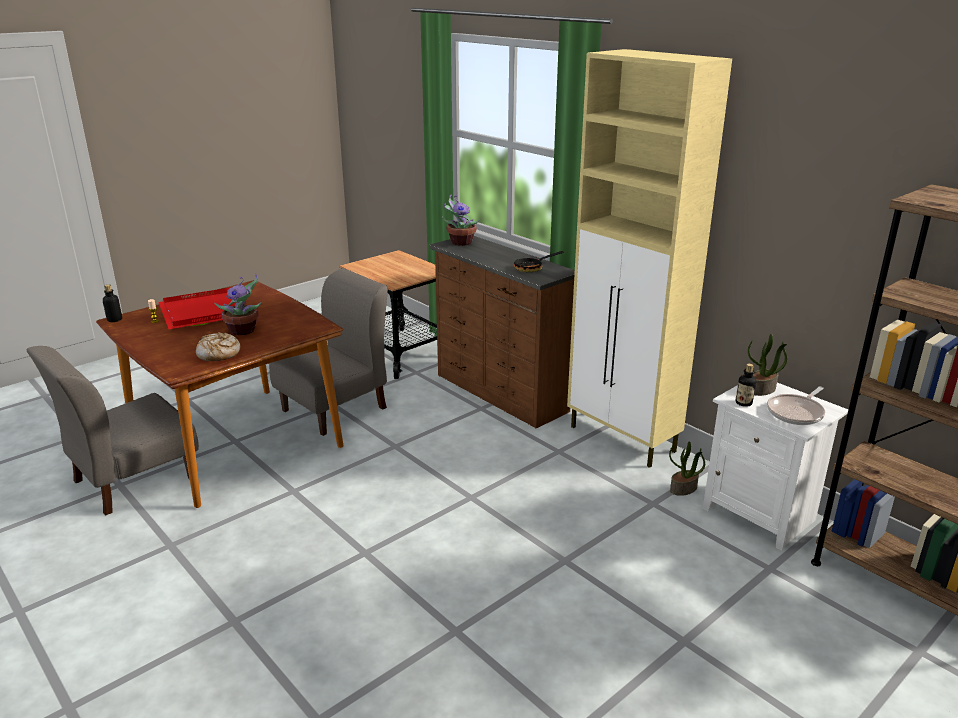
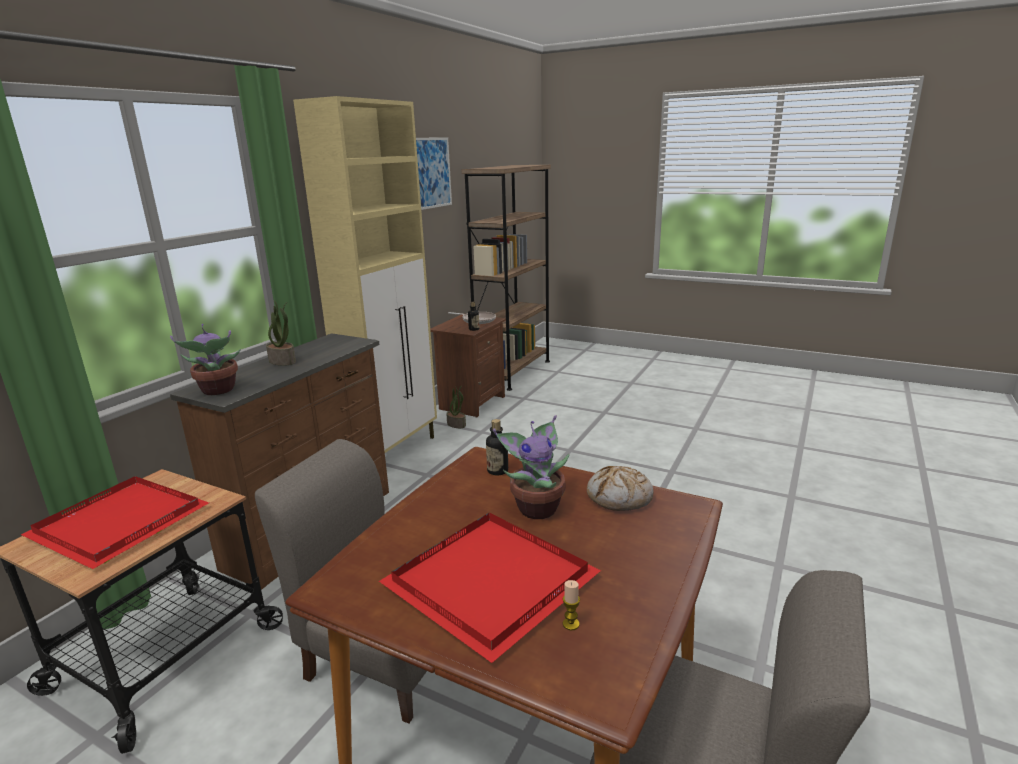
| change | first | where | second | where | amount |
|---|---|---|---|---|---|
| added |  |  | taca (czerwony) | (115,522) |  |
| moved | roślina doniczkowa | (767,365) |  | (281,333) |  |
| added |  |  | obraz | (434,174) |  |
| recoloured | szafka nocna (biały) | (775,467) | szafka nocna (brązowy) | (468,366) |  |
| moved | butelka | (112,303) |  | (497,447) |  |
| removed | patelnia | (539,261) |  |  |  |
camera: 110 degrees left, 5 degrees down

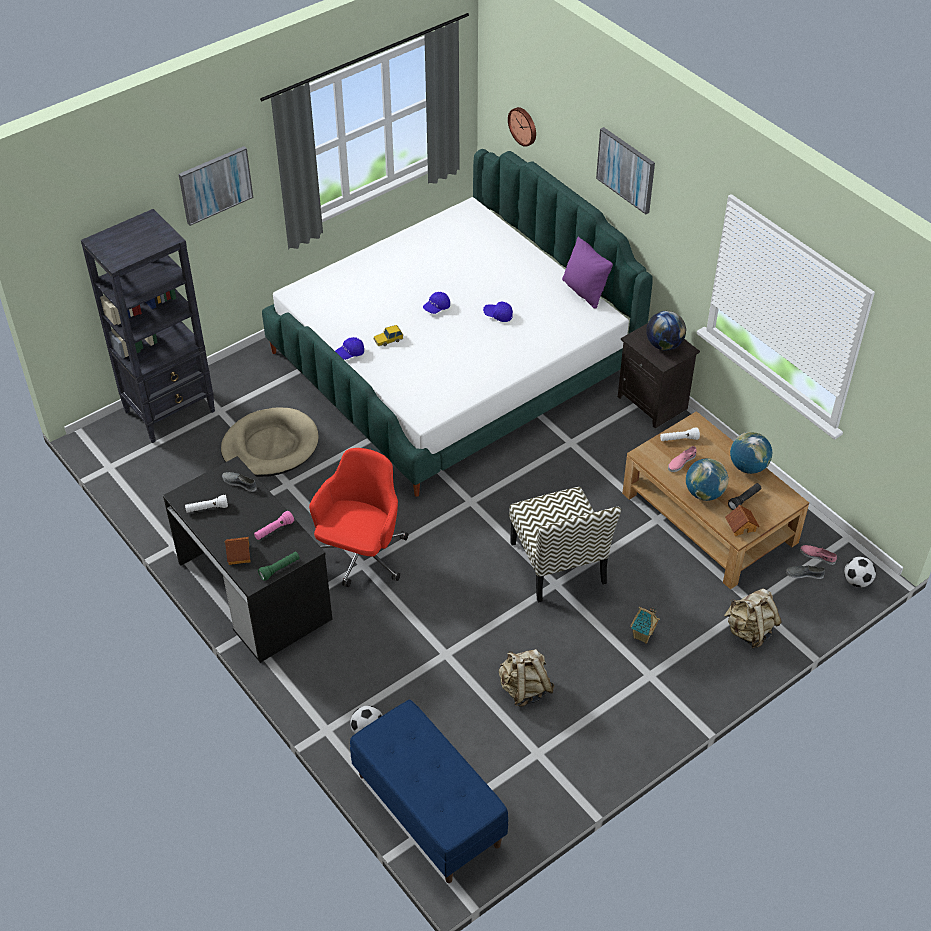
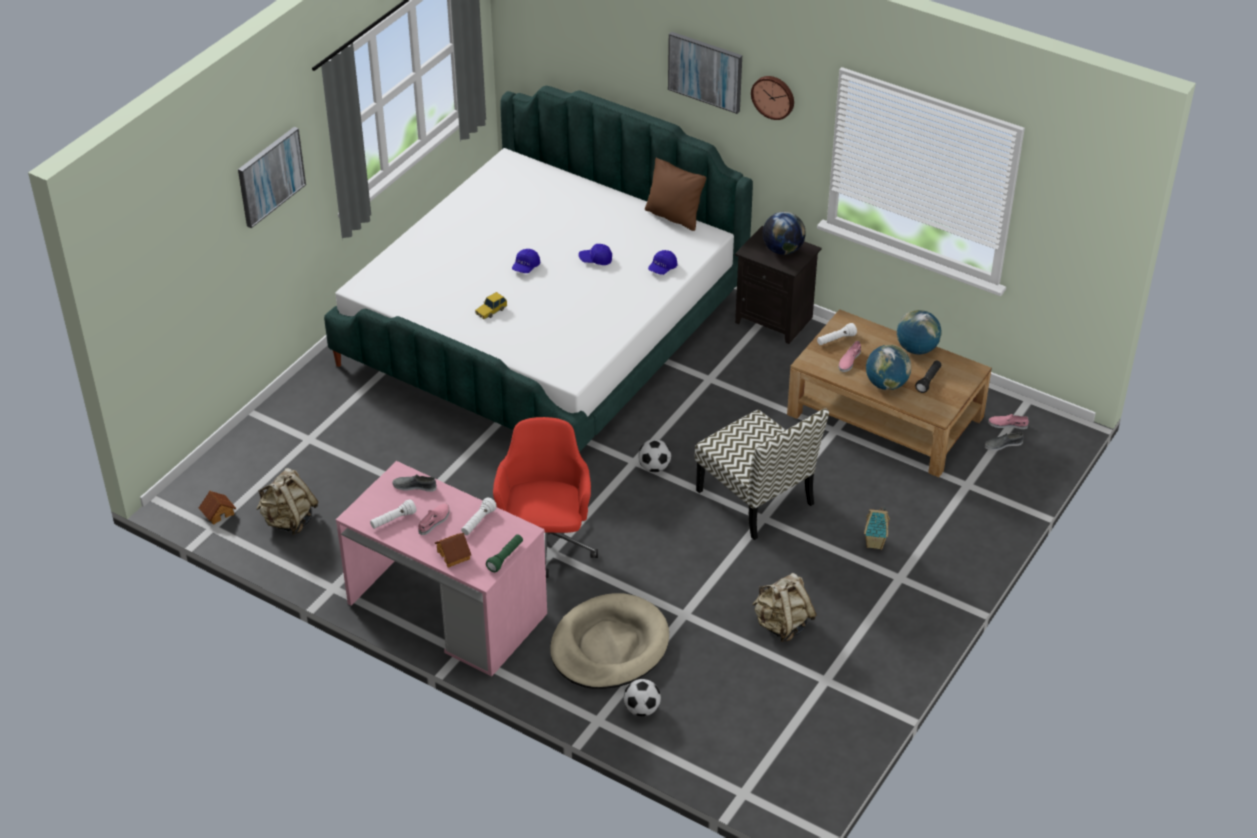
| change | first | where | second | where | amount |
|---|---|---|---|---|---|
| moved | domek | (742,520) |  | (217,507) |  |
| moved | plecak (beżowy) | (753,618) |  | (287,501) |  |
| recoloured | biurko (czarny) | (247,559) | biurko (różowy) | (441,568) |  |
| added |  |  | but (różowy) | (434,519) |  |
| recoloured | latarka (różowy) | (274,525) | latarka (biały) | (479,516) |  |
| moved | legowisko (beżowy) | (270,442) |  | (609,641) |  |
| moved | piłka futbolowa | (860,572) |  | (654,455) |  |
| recoloured | poduszka (fioletowy) | (587,272) | poduszka (brązowy) | (675,194) |  |
| moved | czapka z daszkiem (niebieski) | (349,348) |  | (662,262) |  |
| moved | zegar ścienny | (522,127) |  | (772,98) |  |
| removed | regał (czarny) | (148,326) |  |  |  |
| removed | ławka (niebieski) | (429,791) |  |  |  |
camera: 20 degrees left, 5 degrees down

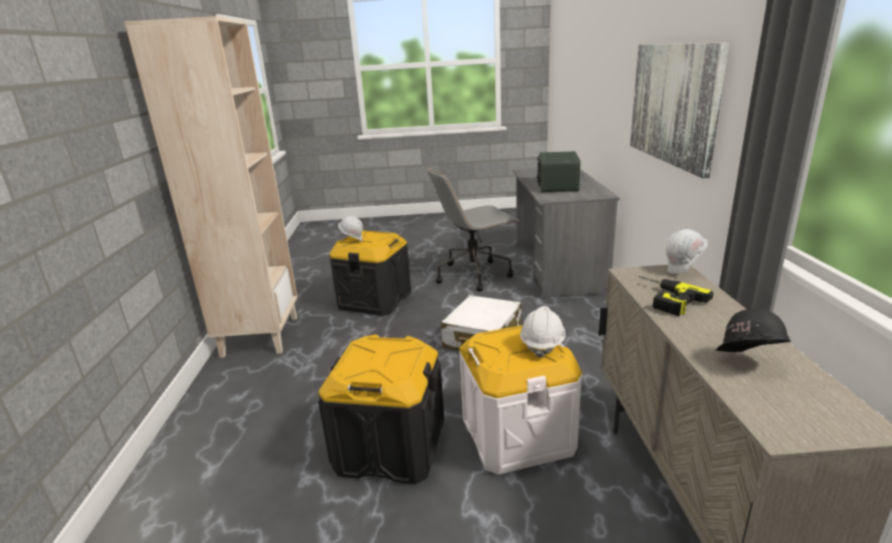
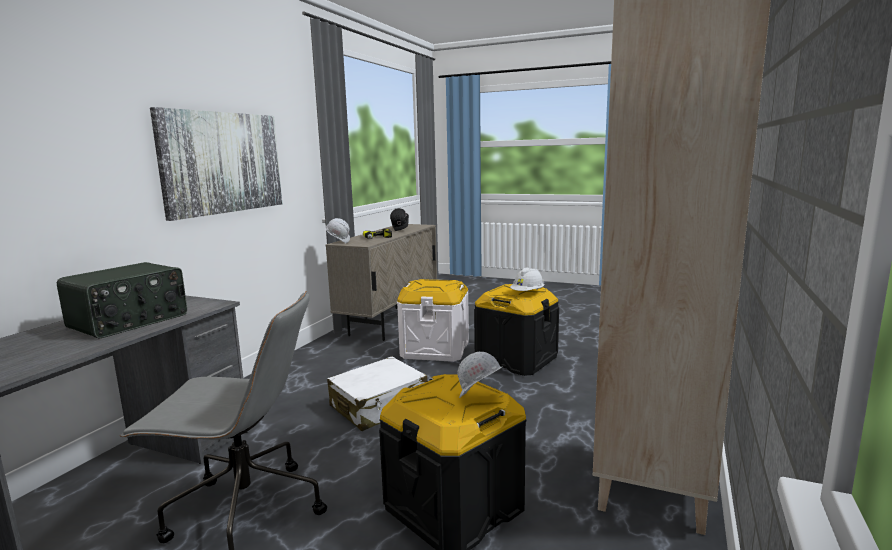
| change | first | where | second | where | amount |
|---|---|---|---|---|---|
| moved | kask (biały) | (542,332) |  | (527,279) |  |
camera: 155 degrees left, 10 degrees down

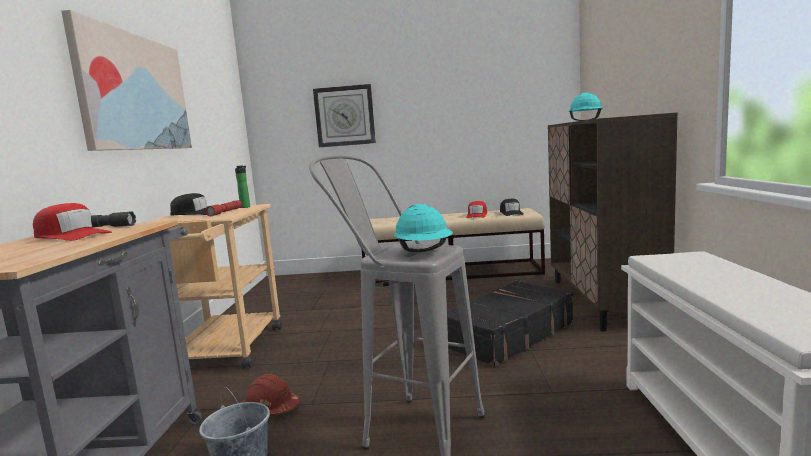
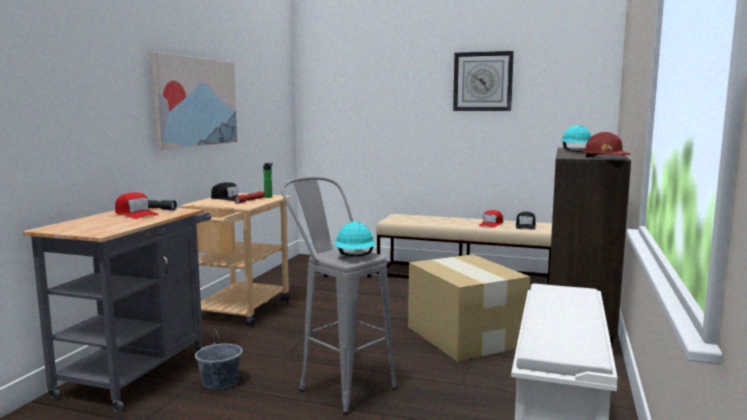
| change | first | where | second | where | amount |
|---|---|---|---|---|---|
| replaced | walizka (czarny) | (510,323) | karton | (469,308) |  |
| moved | zegar ścienny | (344,115) |  | (483,81) |  |
| moved | kask (czerwony) | (272,394) |  | (606,144) |  |
camera: 15 degrees right, 0 degrees up

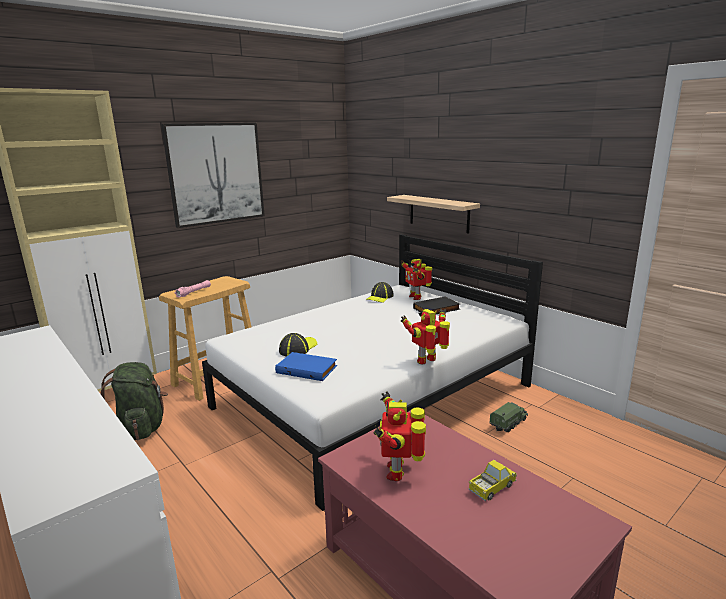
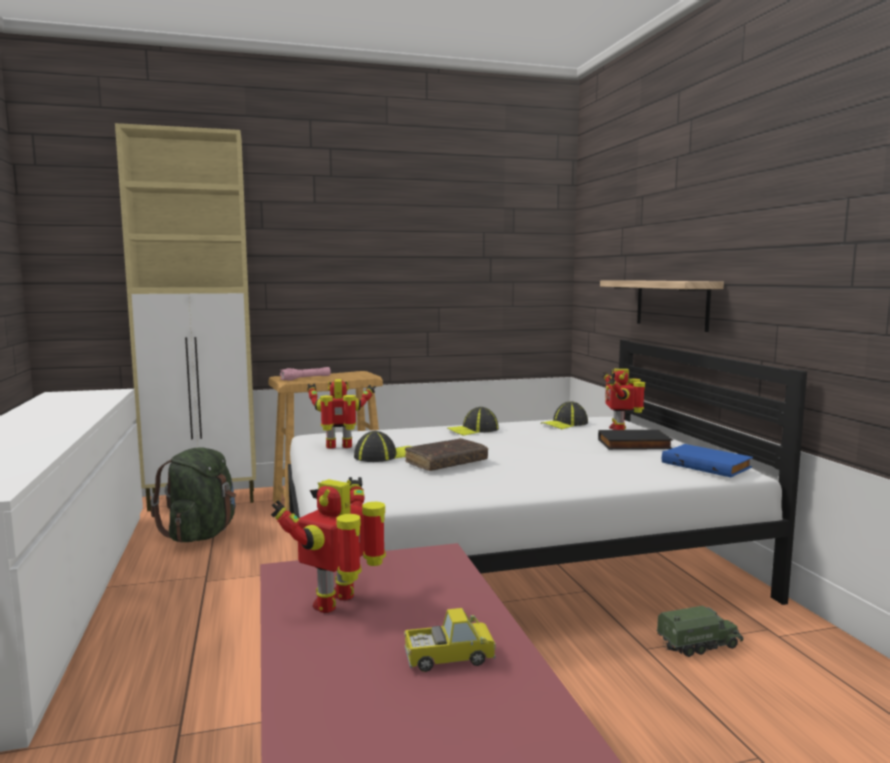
| change | first | where | second | where | amount |
|---|---|---|---|---|---|
| moved | robot zabawkowy | (425,336) |  | (341,414) |  |
| added |  |  | książka (brązowy) | (446,454) |  |
| added |  |  | czapka z daszkiem | (473,421) |  |
| moved | książka (niebieski) | (306,366) |  | (707,461) |  |
| removed | obraz | (213,175) |  |  |  |
camera: 25 degrees right, 10 degrees down

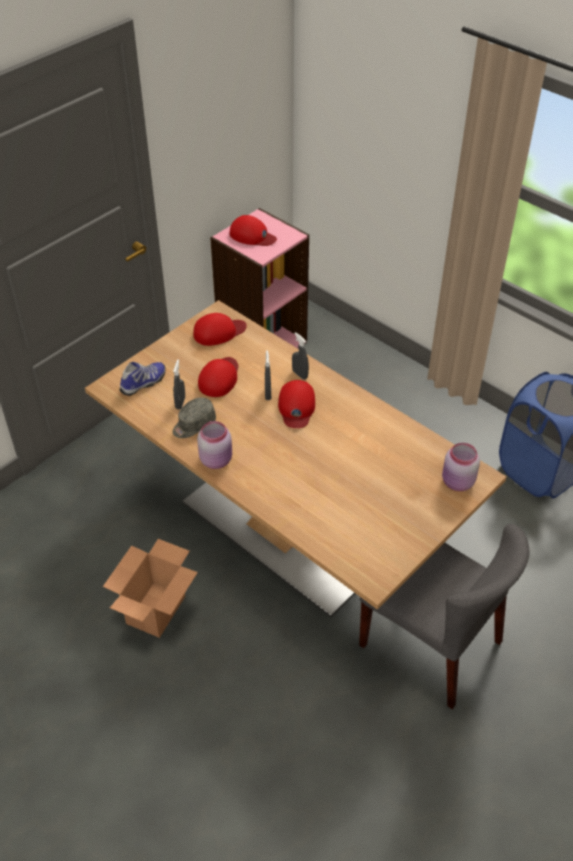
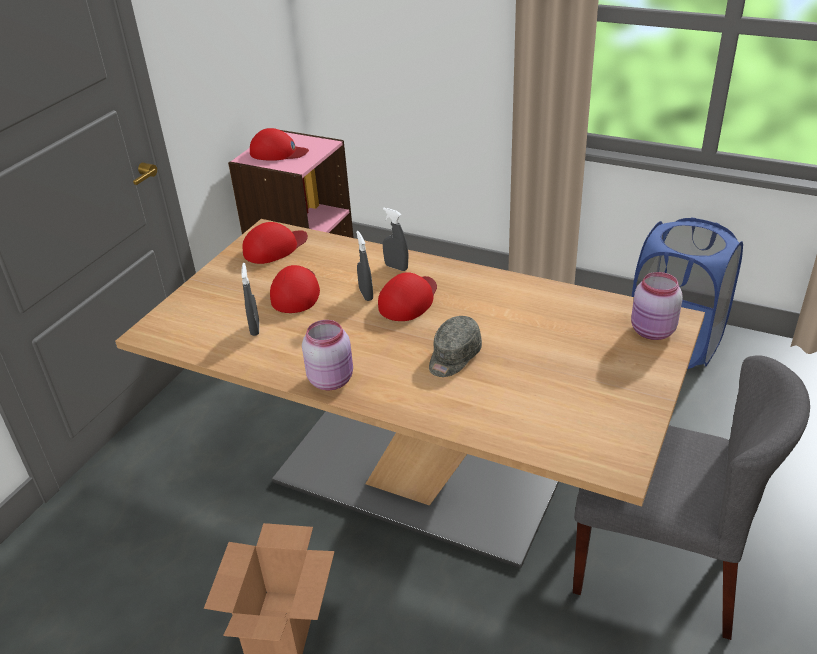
| change | first | where | second | where | amount |
|---|---|---|---|---|---|
| turned | czapka z daszkiem (czerwony) | (296,404) |  | (407,296) | 135 degrees counterclockwise |
| moved | czapka z daszkiem (szary) | (194,417) |  | (455,346) |  |
| removed | but | (143,379) |  |  |  |
camera: 15 degrees left, 10 degrees down

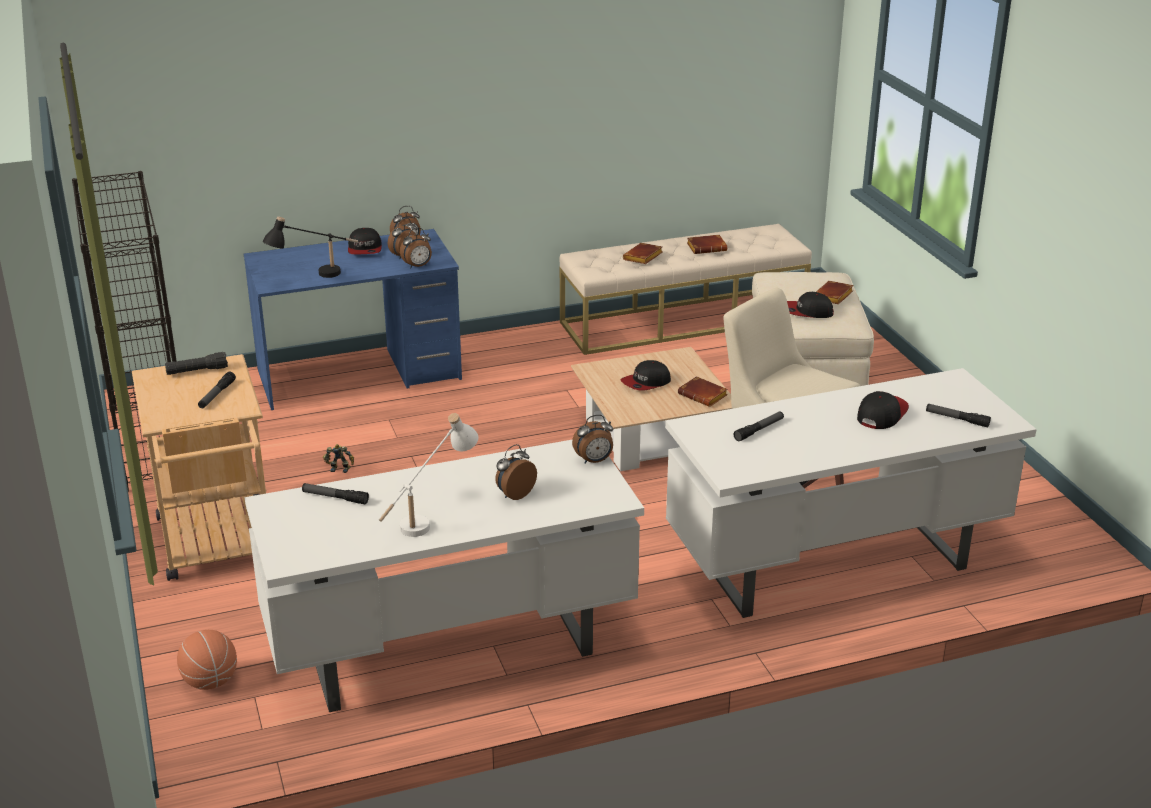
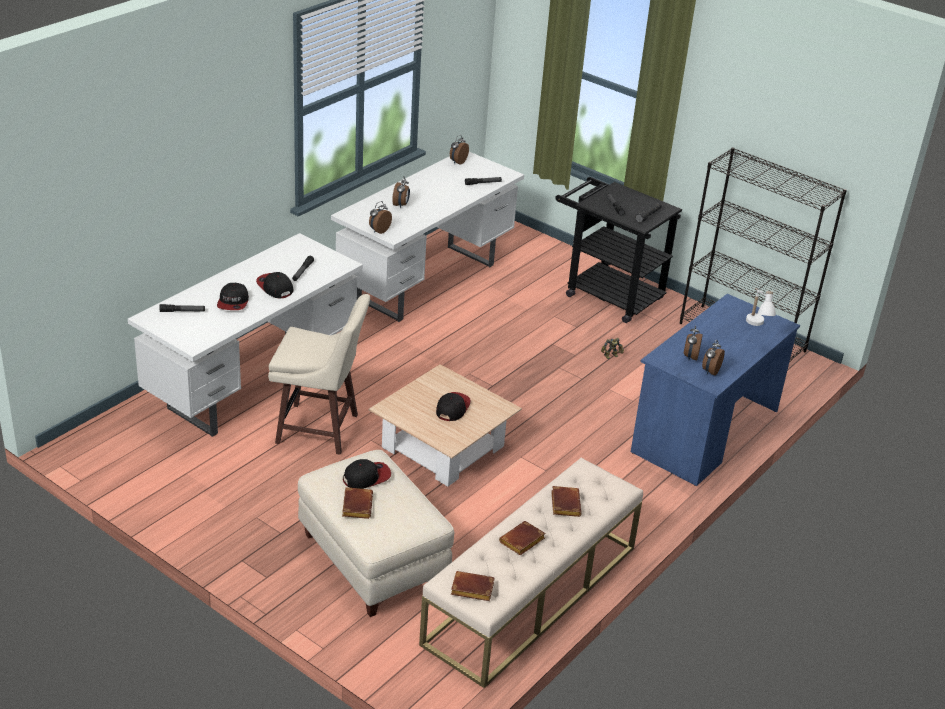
| change | first | where | second | where | amount |
|---|---|---|---|---|---|
| moved | czapka z daszkiem | (365,241) |  | (274,285) |  |
| moved | budzik | (416,248) |  | (459,149) |  |
| moved | książka (brązowy) | (703,391) |  | (472,586) |  |
| recoloured | wózek (beżowy) | (199,467) | wózek (czarny) | (618,250) |  |
| moved | lampa stołowa (biały) | (429,475) |  | (761,307) |  |
| removed | piłka do koszykówki | (207,660) |  |  |  |
| removed | lampa stołowa (czarny) | (310,247) |  |  |  |
camera: 145 degrees right, 5 degrees up

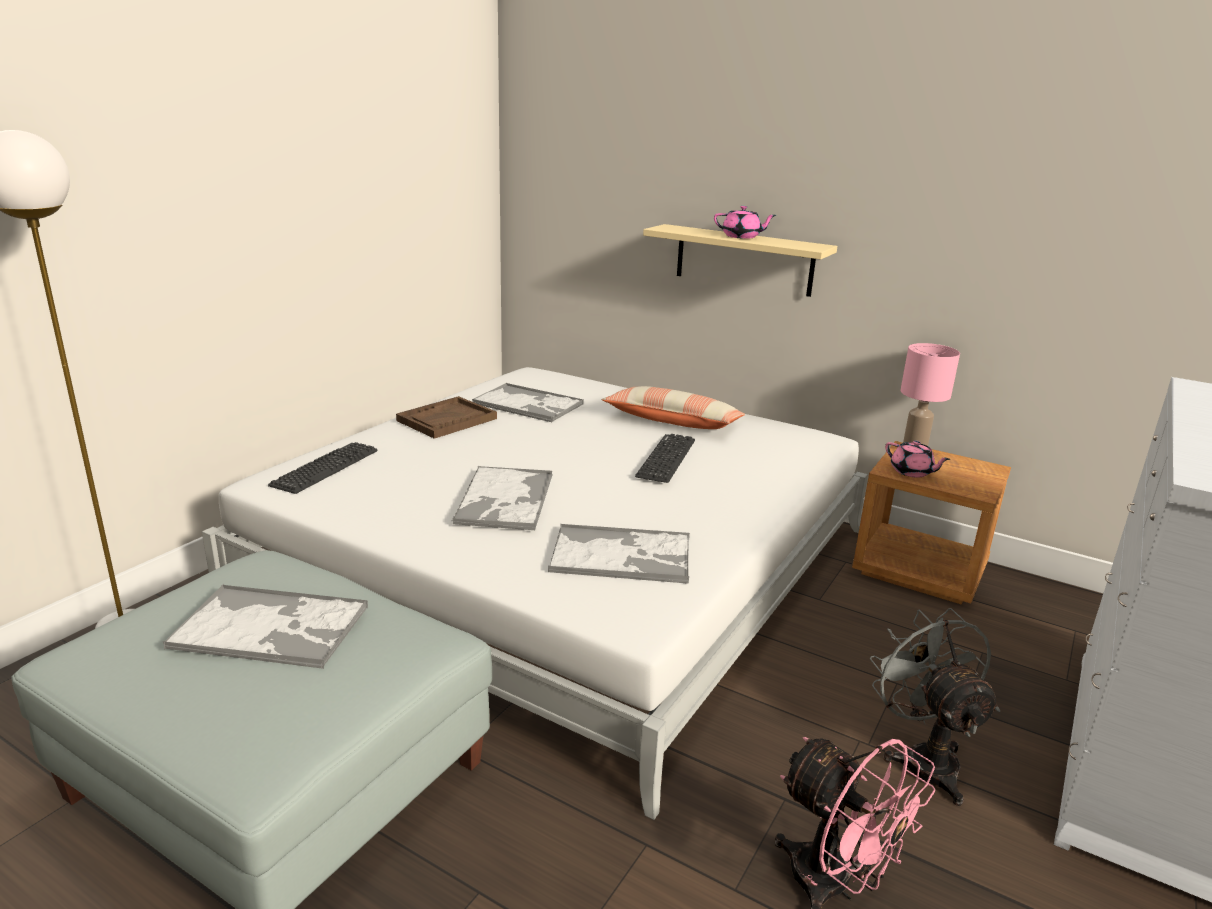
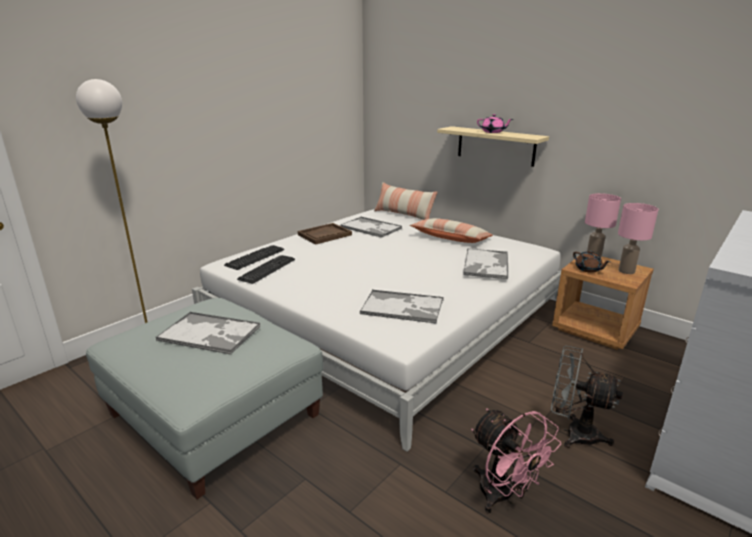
| change | first | where | second | where | amount |
|---|---|---|---|---|---|
| moved | klawiatura | (665,458) |  | (266,269) |  |
| added |  |  | poduszka | (405,201) |  |
| moved | taca | (502,498) |  | (485,264) |  |
| turned | wentylator (szary) | (935,707) |  | (587,397) | 60 degrees counterclockwise |
| recoloured | imbryk (różowy) | (917,459) | imbryk (brązowy) | (591,262) |  |
| added |  |  | lampa stołowa (różowy) | (638,238) |  |
camera: 10 degrees right, 0 degrees up

